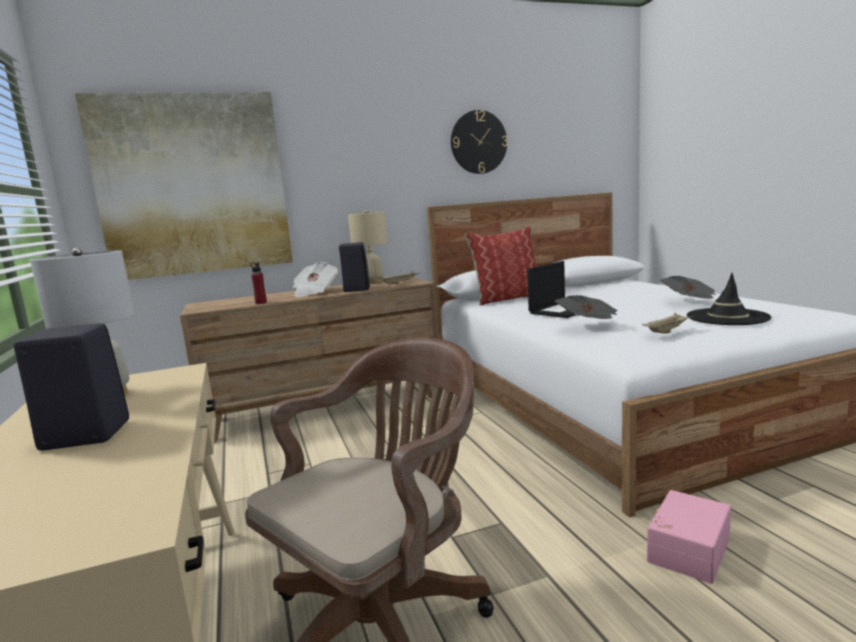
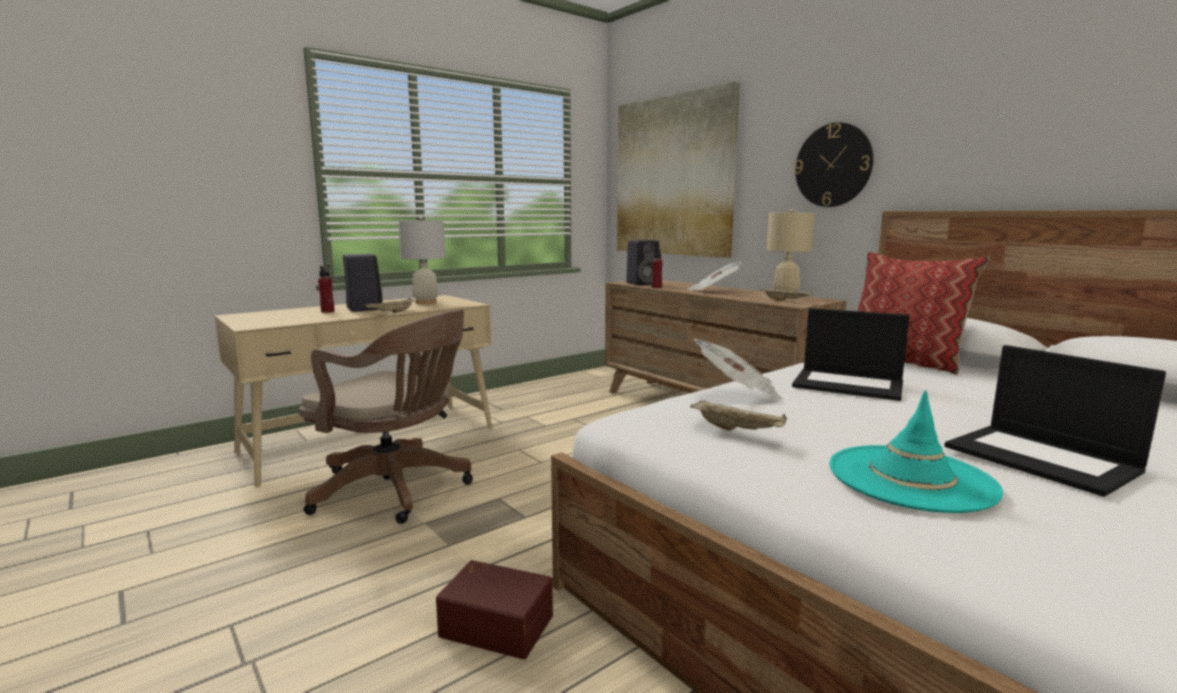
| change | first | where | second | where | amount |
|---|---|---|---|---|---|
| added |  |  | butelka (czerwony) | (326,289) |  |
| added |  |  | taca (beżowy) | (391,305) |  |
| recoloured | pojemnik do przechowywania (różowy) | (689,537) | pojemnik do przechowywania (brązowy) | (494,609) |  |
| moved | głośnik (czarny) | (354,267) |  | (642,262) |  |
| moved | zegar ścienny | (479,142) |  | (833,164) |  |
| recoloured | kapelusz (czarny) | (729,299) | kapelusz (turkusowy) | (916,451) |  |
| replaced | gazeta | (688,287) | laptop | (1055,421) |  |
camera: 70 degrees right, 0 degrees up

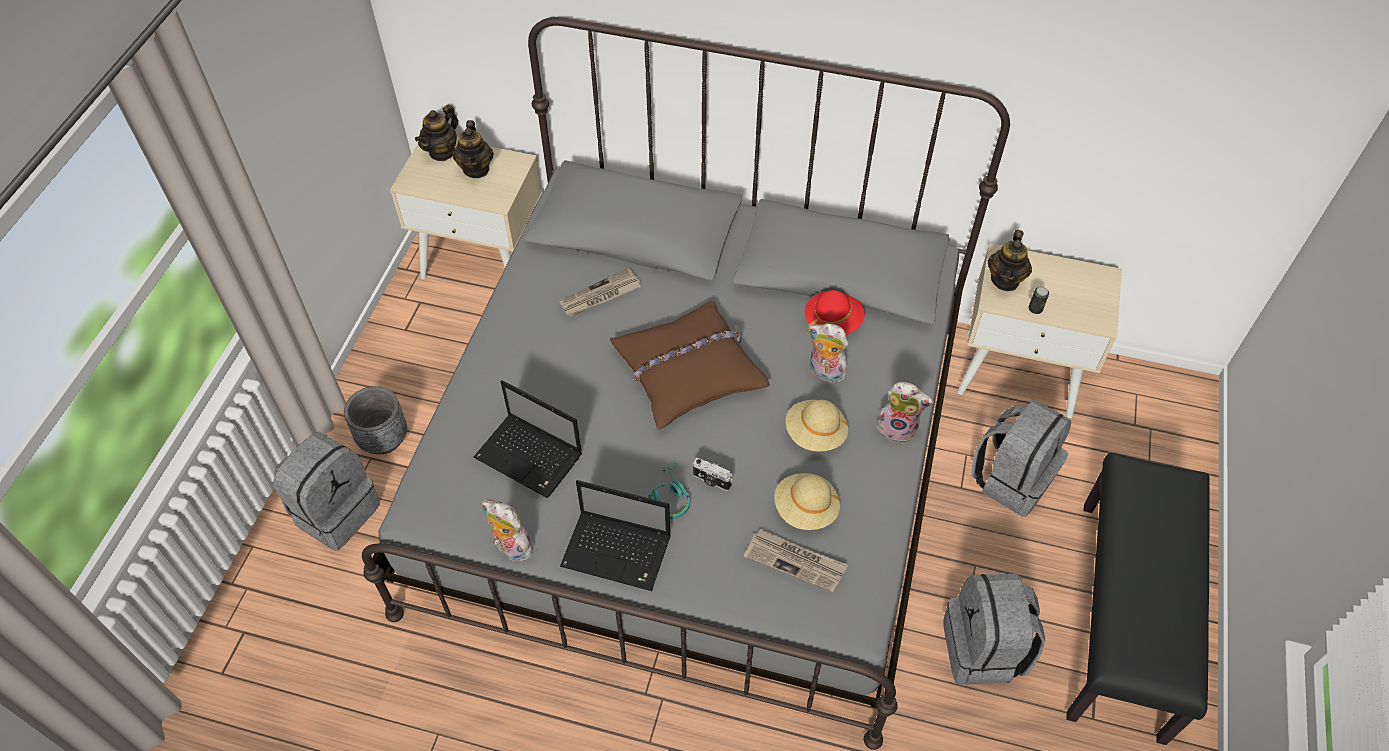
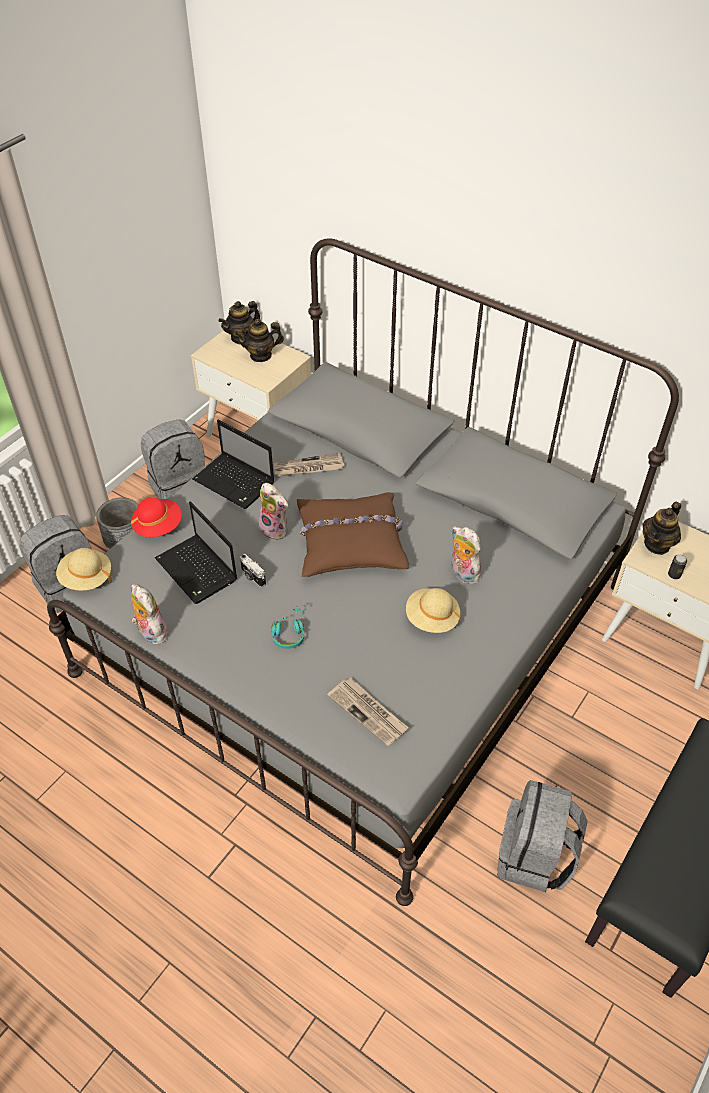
| change | first | where | second | where | amount |
|---|---|---|---|---|---|
| moved | kapelusz (beżowy) | (807,501) |  | (84,569) |  |
| moved | kapelusz (czerwony) | (835,312) |  | (156,517) |  |
| moved | plecak (szary) | (1021,457) |  | (173,459) |  |
| moved | laptop | (615,535) |  | (233,464) |  |
| turned | imbryk | (473,149) |  | (259,340) | 60 degrees clockwise |
| moved | aparat fotograficzny | (713,474) |  | (253,570) |  |
| moved | pluszak | (905,413) |  | (273,512) |  |
camera: 20 degrees right, 5 degrees down

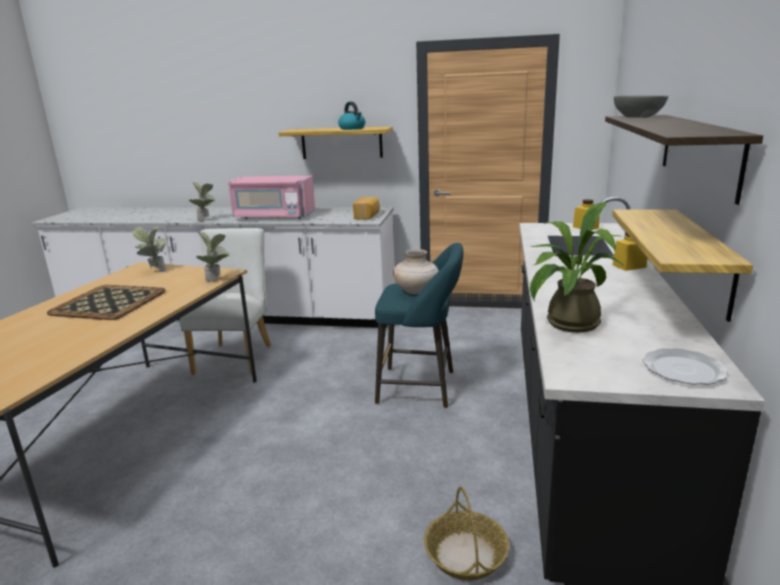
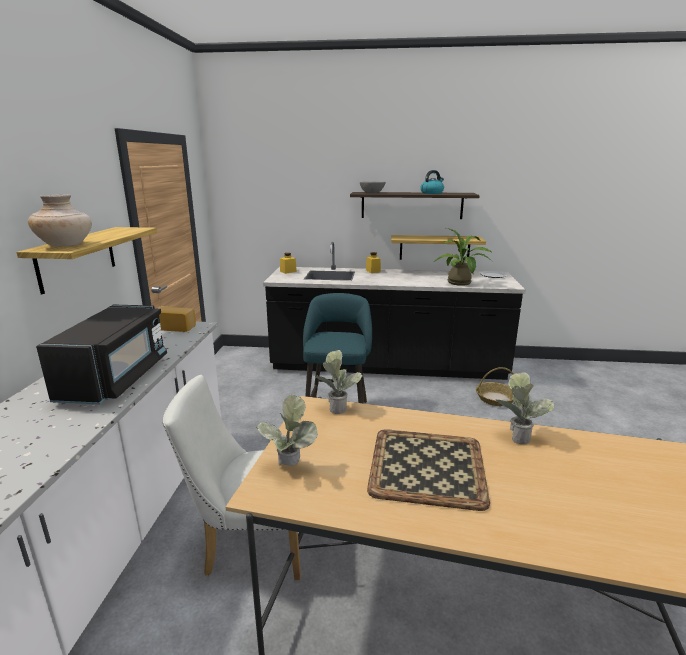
| change | first | where | second | where | amount |
|---|---|---|---|---|---|
| moved | wazon (beżowy) | (416,271) |  | (60,221) |  |
| recoloured | mikrofalówka (różowy) | (271,197) | mikrofalówka (czarny) | (101,354) |  |
| moved | czajnik | (351,116) |  | (432,182) |  |
| moved | roślina doniczkowa | (201,201) |  | (525,408) |  |
camera: 95 degrees left, 0 degrees up

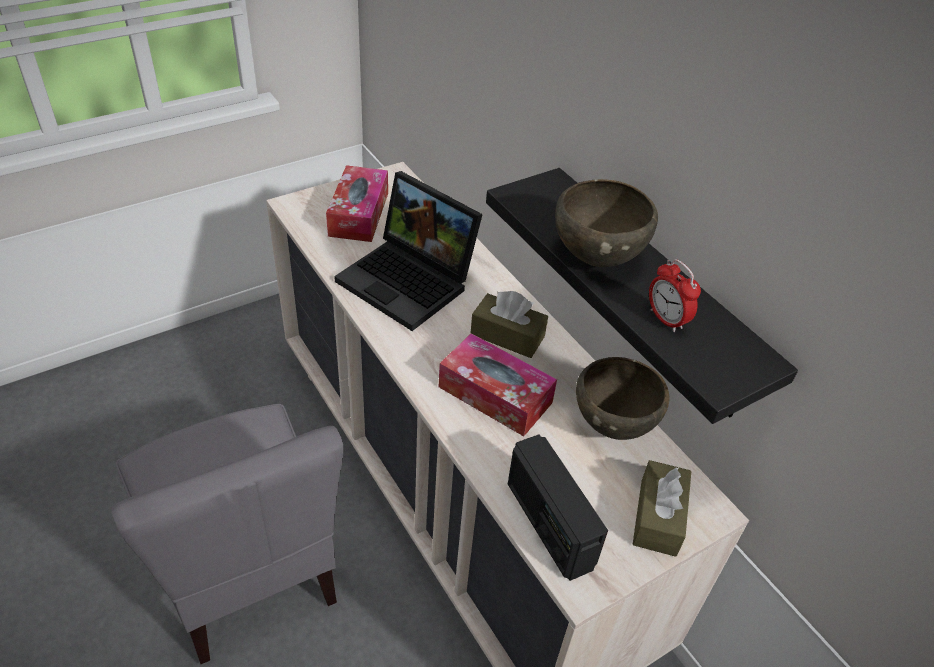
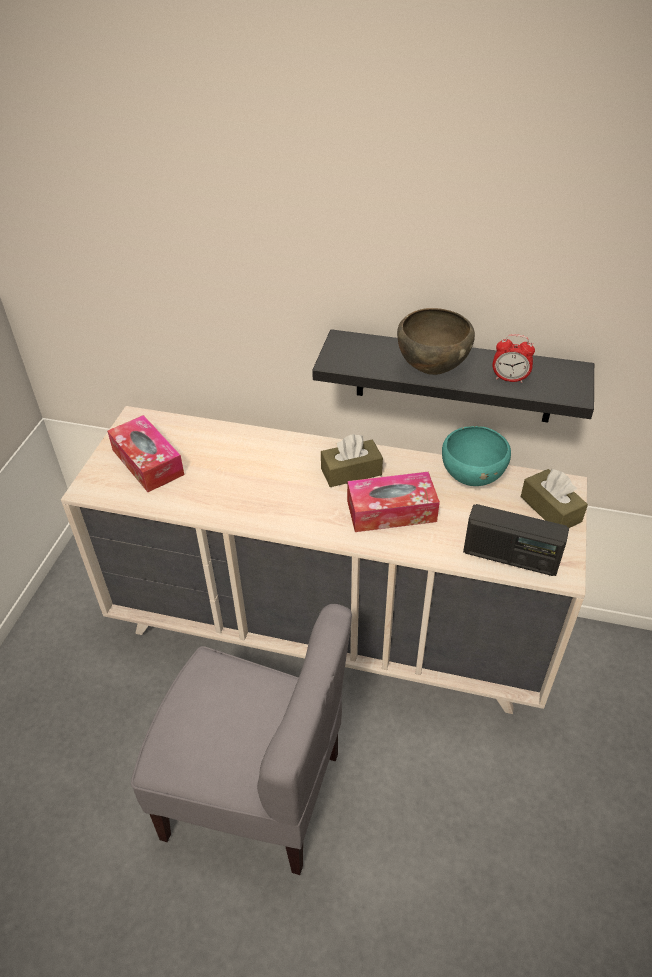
| change | first | where | second | where | amount |
|---|---|---|---|---|---|
| recoloured | miska (brązowy) | (622,398) | miska (turkusowy) | (476,456) |  |
| removed | laptop | (408,251) |  |  |  |
camera: 40 degrees left, 0 degrees up

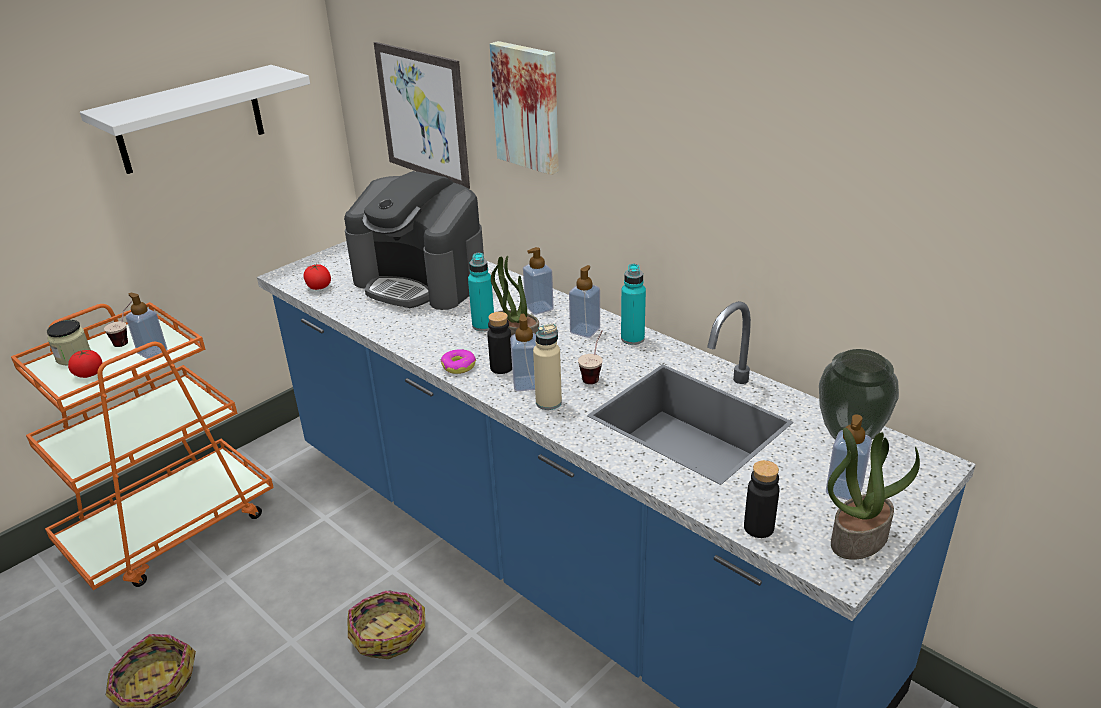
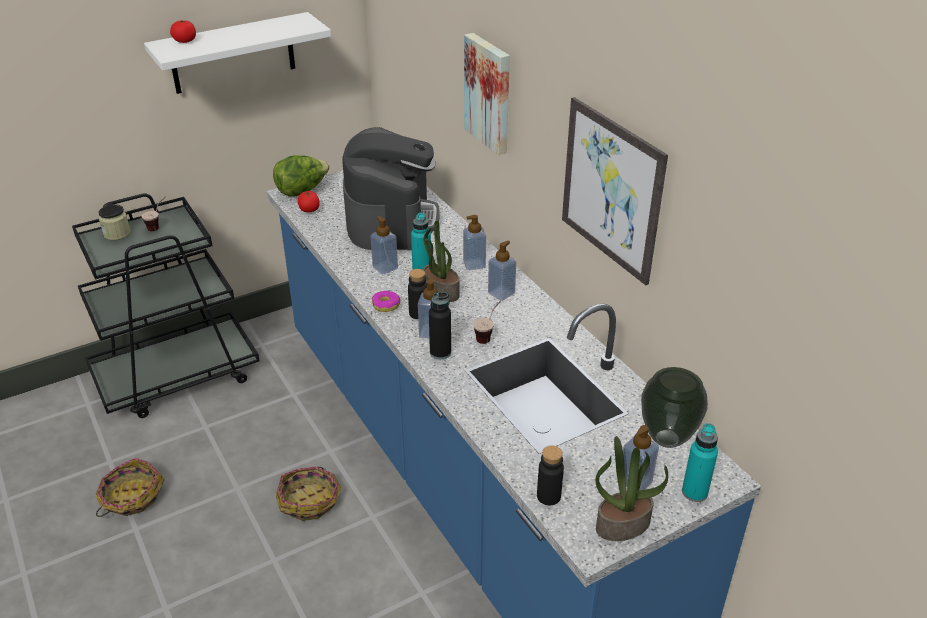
| change | first | where | second | where | amount |
|---|---|---|---|---|---|
| recoloured | wózek (pomarańczowy) | (142,446) | wózek (czarny) | (166,305) |  |
| moved | pomidor | (85,364) |  | (183,31) |  |
| added |  |  | sałata | (301,175) |  |
| turned | ekspres do kawy | (414,240) |  | (391,188) | 135 degrees counterclockwise |
| moved | dozownik mydła | (147,326) |  | (384,245) |  |
| recoloured | butelka (beżowy) | (547,367) | butelka (czarny) | (440,325) |  |
| moved | obraz | (422,115) |  | (615,191) |  |
| moved | butelka (turkusowy) | (633,304) |  | (700,462) |  |
camera: 15 degrees right, 5 degrees up

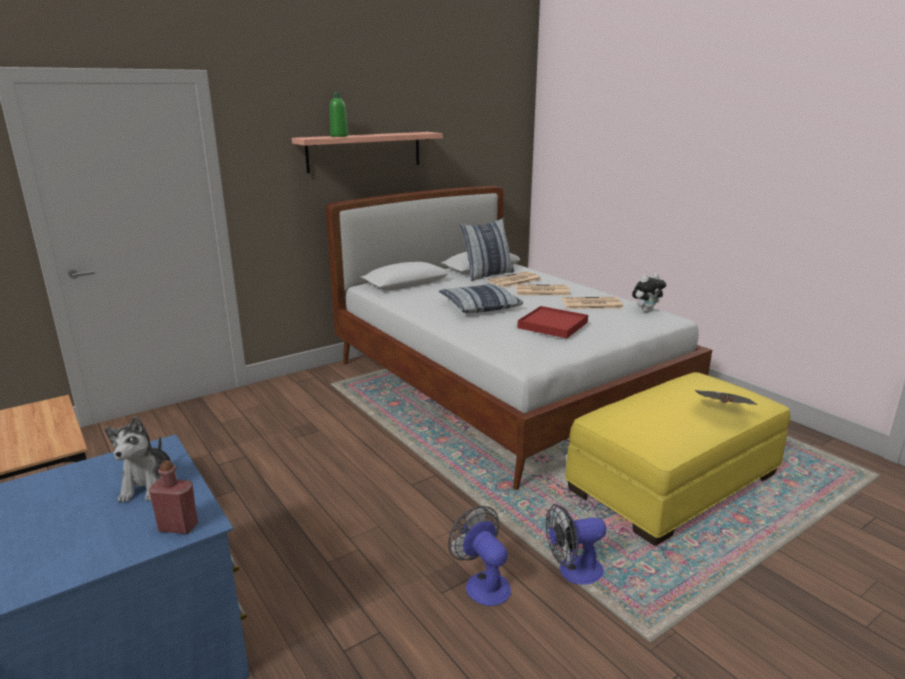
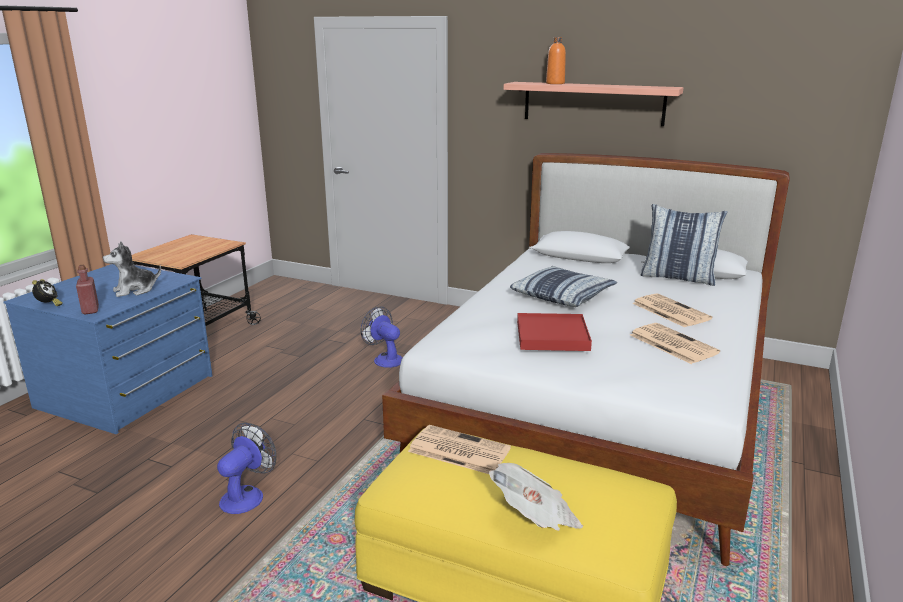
| change | first | where | second | where | amount |
|---|---|---|---|---|---|
| added |  |  | budzik | (47,292) |  |
| moved | wentylator | (576,544) |  | (382,337) |  |
| moved | gazeta | (515,279) |  | (459,449) |  |
| recoloured | butelka (zielony) | (339,115) | butelka (pomarańczowy) | (556,60) |  |
| removed | pluszak | (649,292) |  |  |  |
camera: 60 degrees right, 0 degrees up

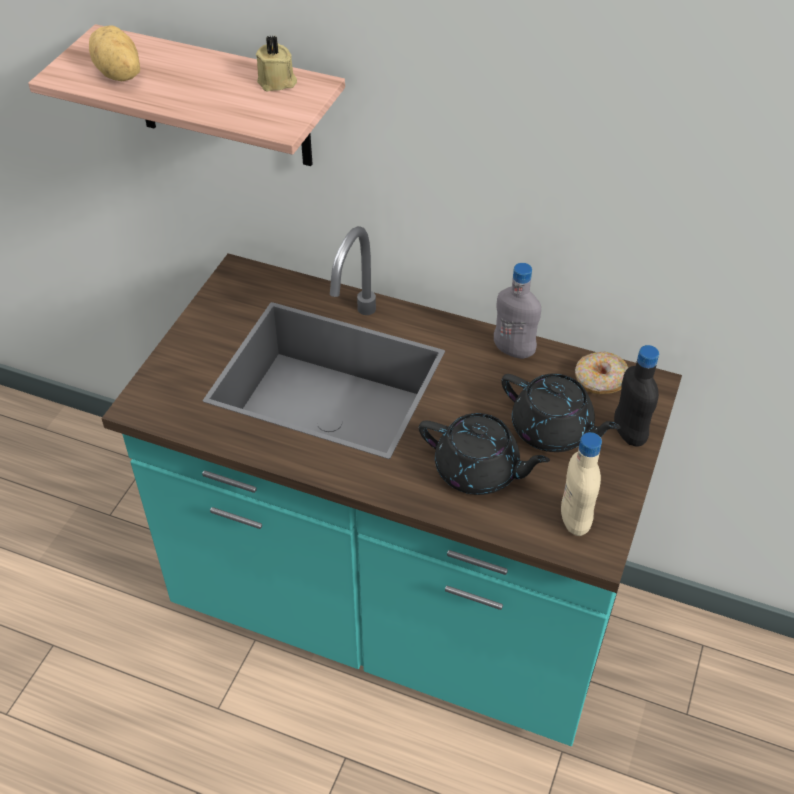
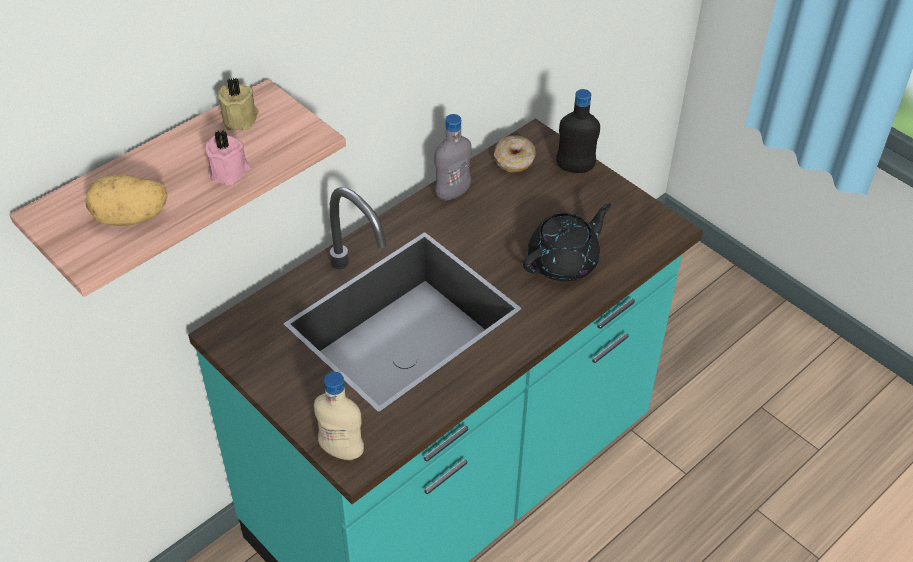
| change | first | where | second | where | amount |
|---|---|---|---|---|---|
| added |  |  | świeca (różowy) | (227,157) |  |
| moved | butelka (beżowy) | (581,484) |  | (339,416) |  |
| removed | imbryk (czarny) | (561,413) |  |  |  |
camera: 65 degrees left, 0 degrees up

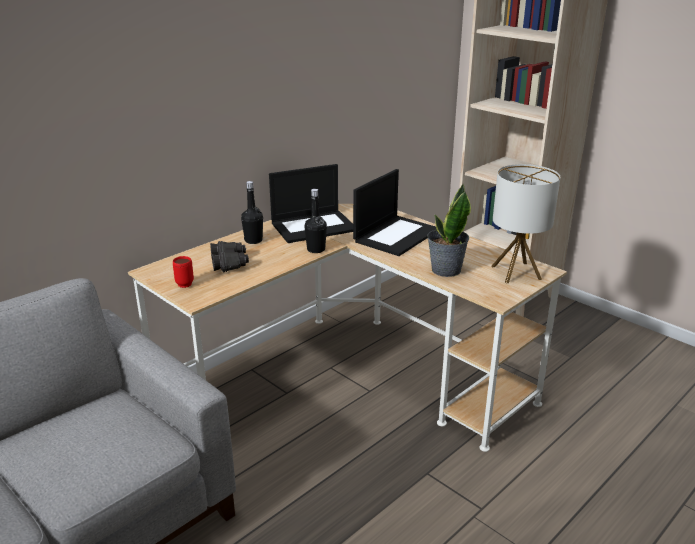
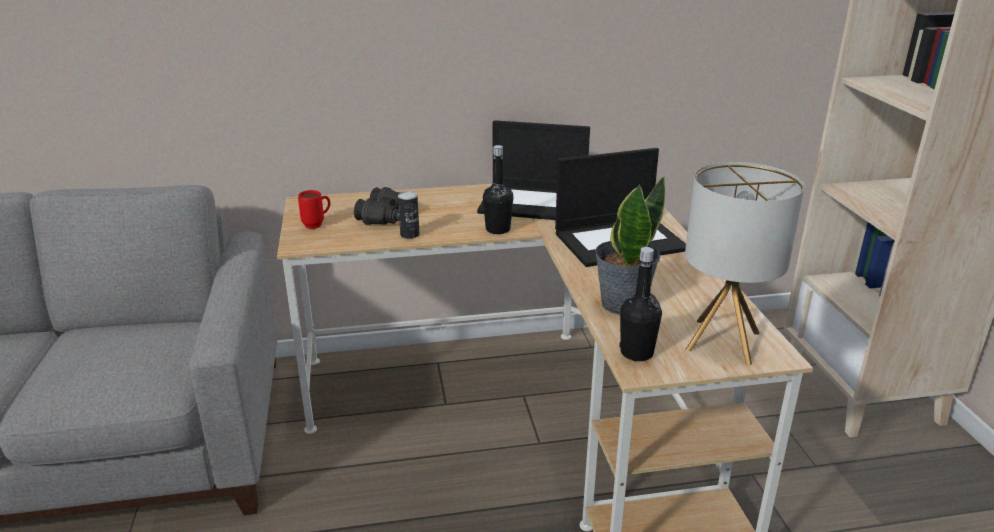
| change | first | where | second | where | amount |
|---|---|---|---|---|---|
| added |  |  | puszka | (408,215) |  |
| moved | butelka (czarny) | (252,212) |  | (640,304) |  |
camera: 35 degrees right, 0 degrees up

